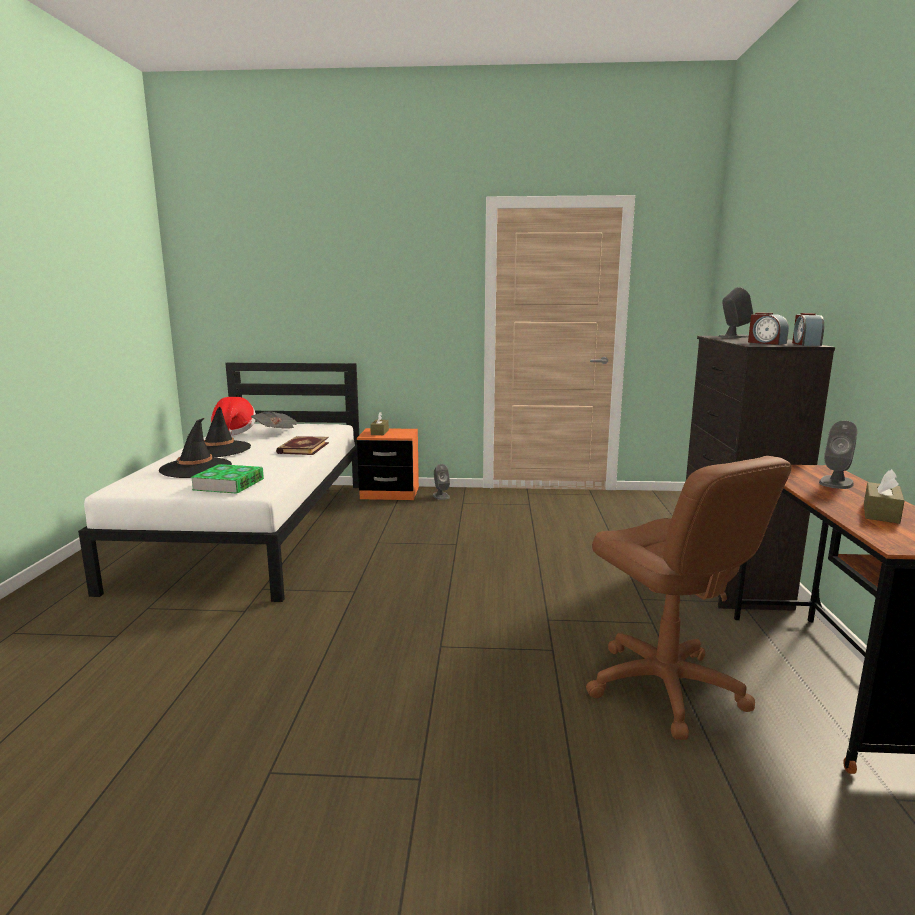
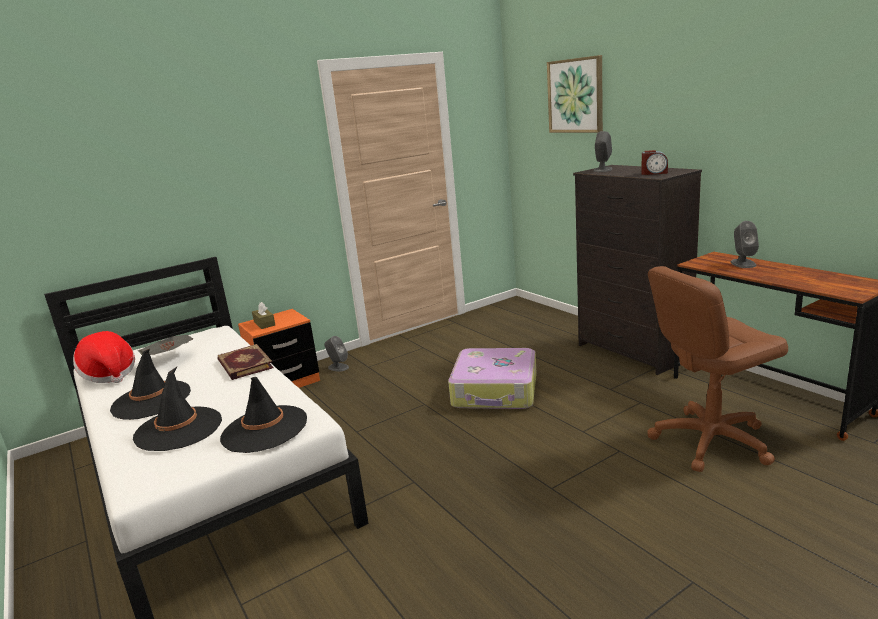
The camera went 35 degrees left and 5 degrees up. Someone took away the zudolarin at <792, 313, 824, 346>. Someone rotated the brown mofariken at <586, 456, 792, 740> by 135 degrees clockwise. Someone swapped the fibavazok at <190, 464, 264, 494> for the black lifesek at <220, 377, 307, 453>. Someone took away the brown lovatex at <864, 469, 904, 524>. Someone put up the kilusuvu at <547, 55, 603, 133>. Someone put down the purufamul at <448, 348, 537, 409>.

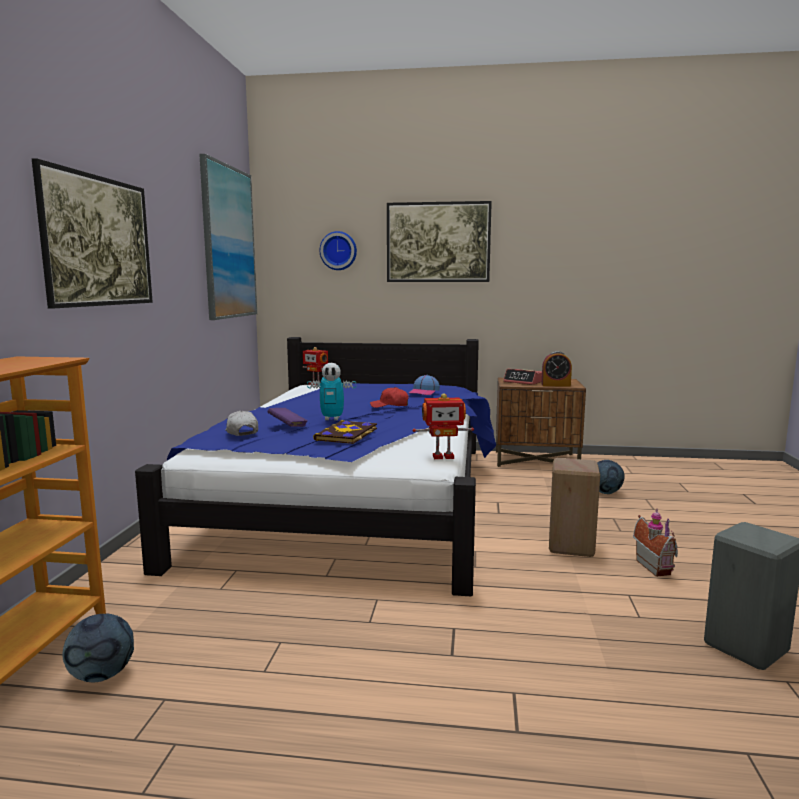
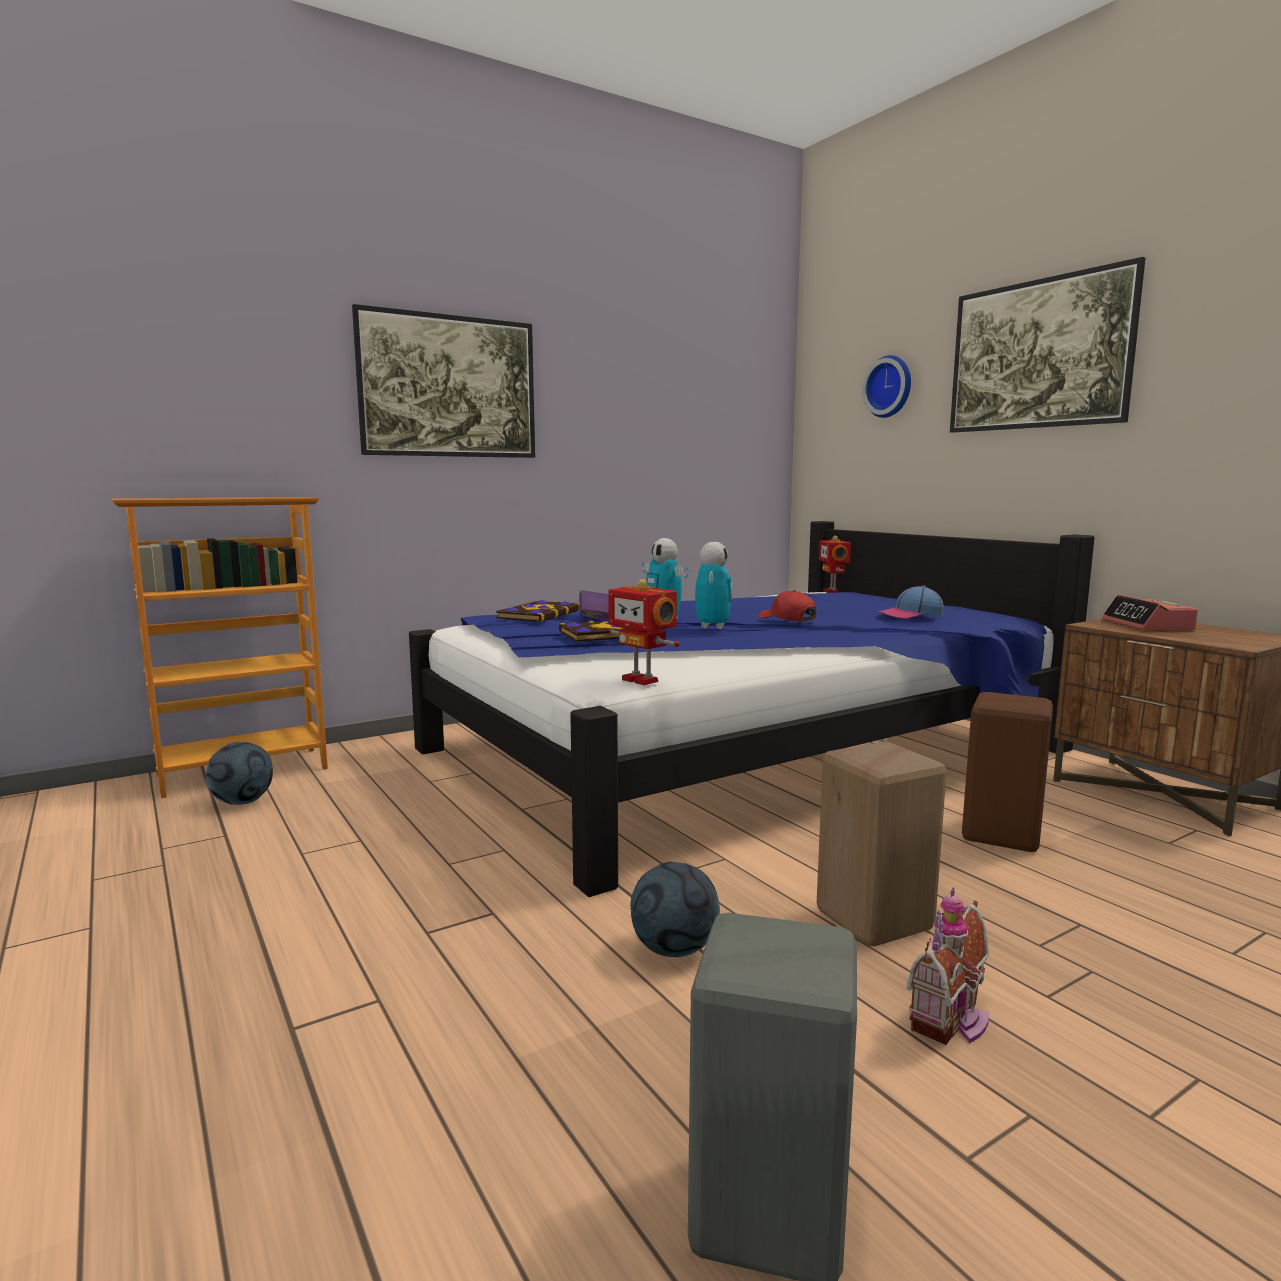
The camera went 50 degrees right and 0 degrees up. Someone took away the kilusuvu at <199, 154, 257, 320>. Someone took away the zudolarin at <542, 351, 572, 387>. Someone swapped the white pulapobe at <225, 411, 259, 436> for the fibavazok at <496, 600, 579, 622>. Someone carried the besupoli from <597, 460, 625, 494> to <630, 862, 720, 957>. Someone put down the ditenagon at <695, 542, 732, 629>. Someone put down the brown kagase at <962, 692, 1053, 852>.

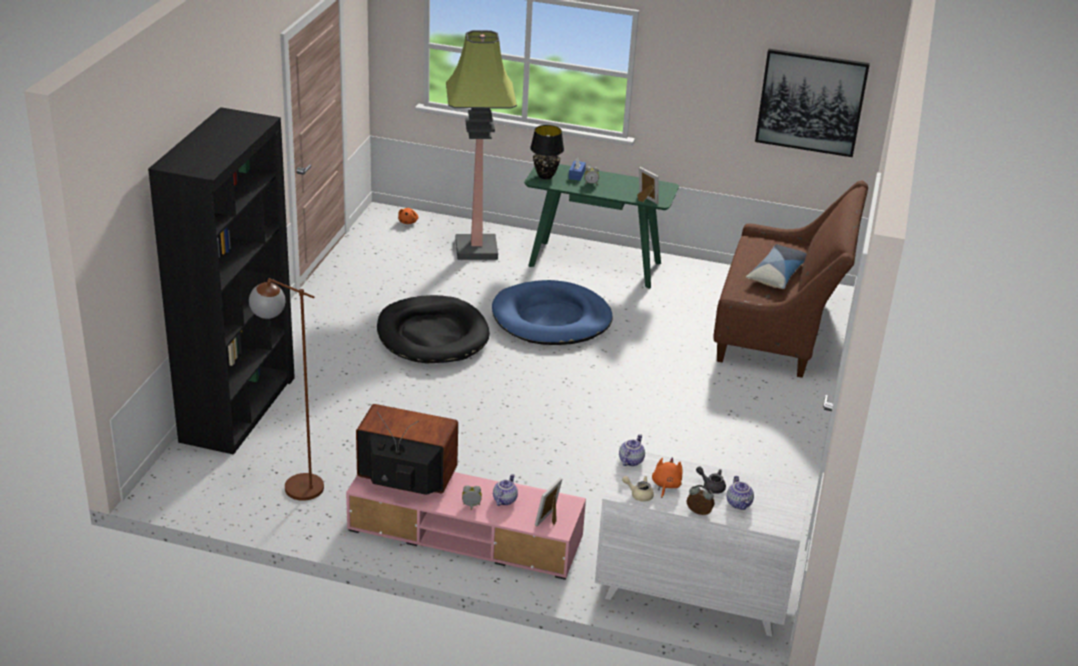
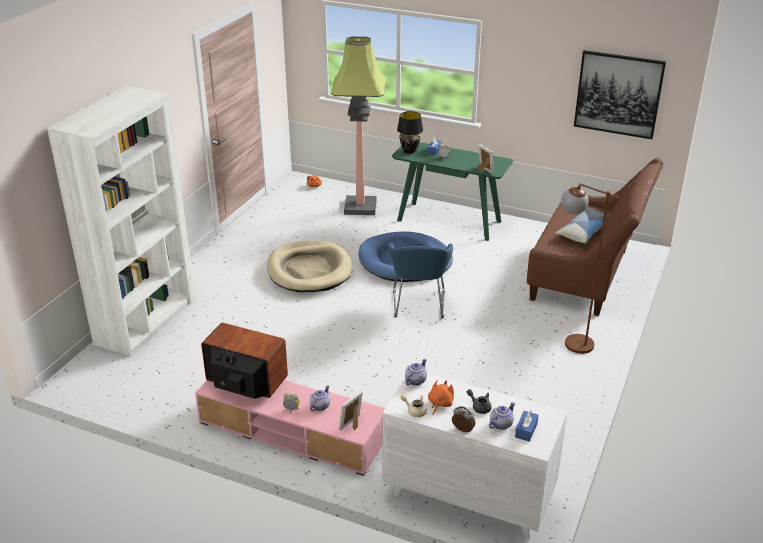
The camera went 10 degrees right and 0 degrees up. Someone repainted the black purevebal at <148, 107, 295, 455>, which became the white purevebal at <47, 86, 196, 357>. Someone carried the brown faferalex from <249, 278, 324, 501> to <561, 183, 619, 354>. Someone repainted the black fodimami at <377, 295, 490, 363>, which became the beige fodimami at <267, 240, 353, 292>. Someone rotated the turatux at <727, 476, 754, 510> by 135 degrees counterclockwise. Someone put down the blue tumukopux at <389, 242, 453, 318>. Someone put down the blue lovatex at <515, 410, 539, 442>.

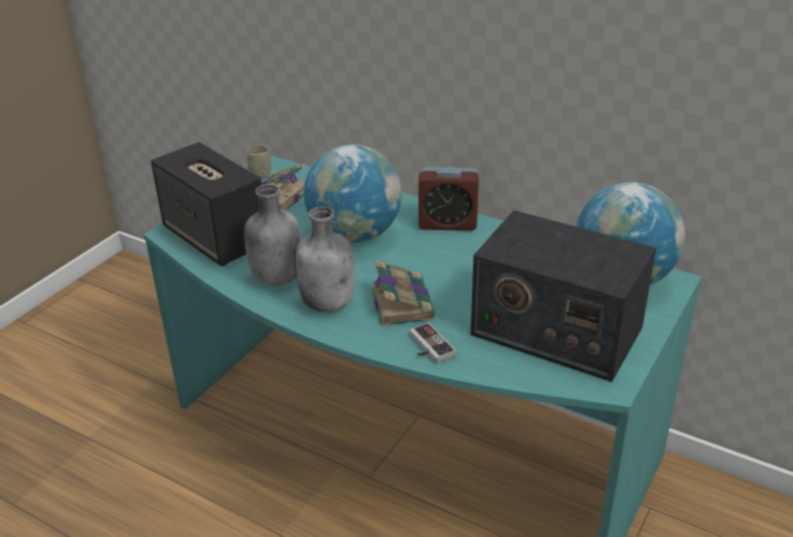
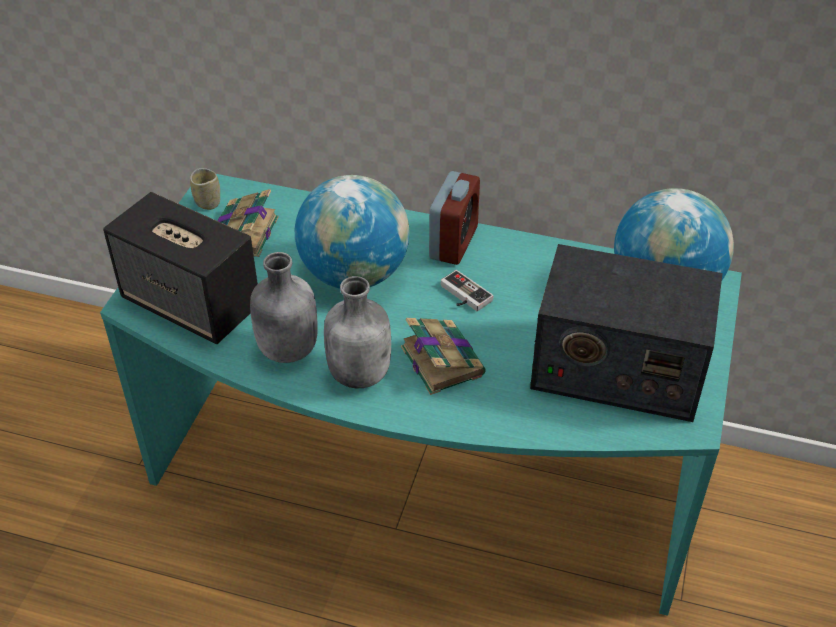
The camera went 15 degrees left and 10 degrees up. Someone rotated the zudolarin at <418, 167, 479, 231> by 60 degrees counterclockwise. Someone carried the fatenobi from <410, 322, 456, 364> to <441, 270, 493, 311>.

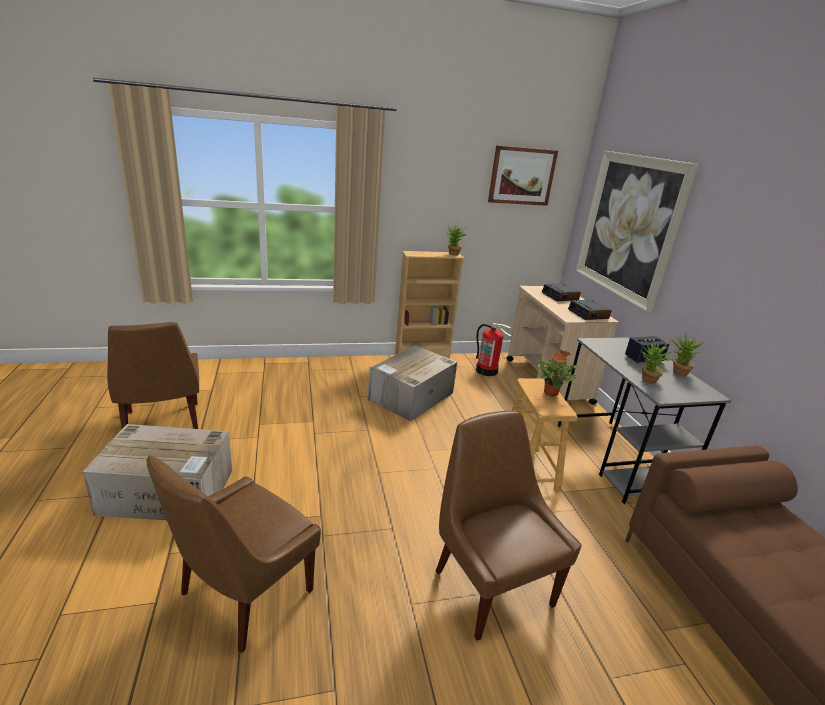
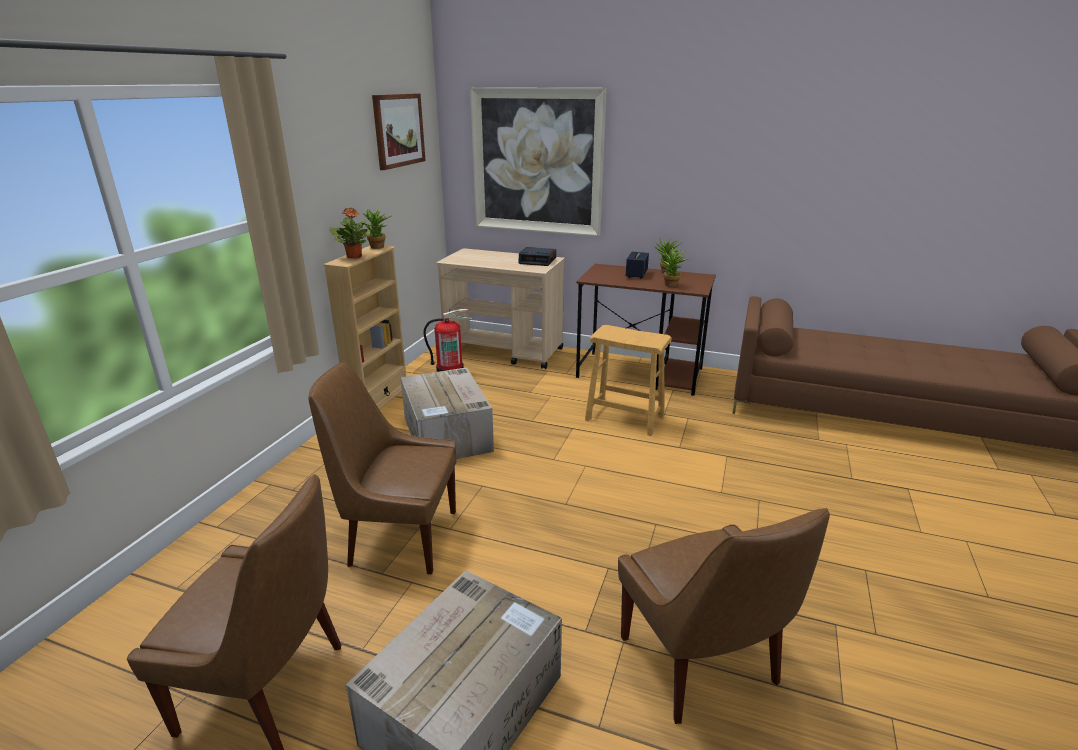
The camera went 55 degrees left and 0 degrees up. Someone took away the zudolarin at <542, 283, 581, 301>. Someone repainted the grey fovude at <558, 337, 731, 504>, which became the brown fovude at <576, 264, 716, 396>. Someone carried the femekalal from <537, 350, 579, 397> to <329, 207, 371, 259>. Someone carried the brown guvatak from <435, 411, 582, 641> to <308, 362, 457, 574>.

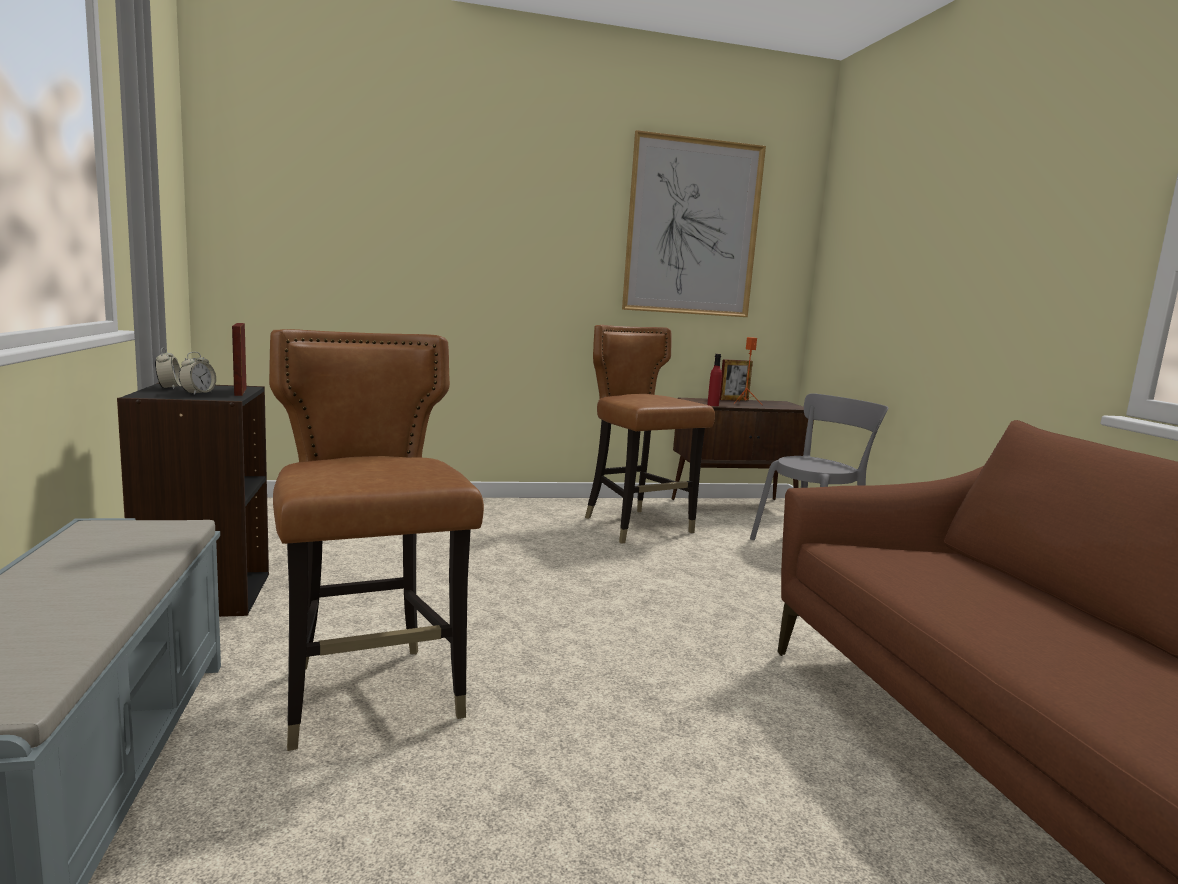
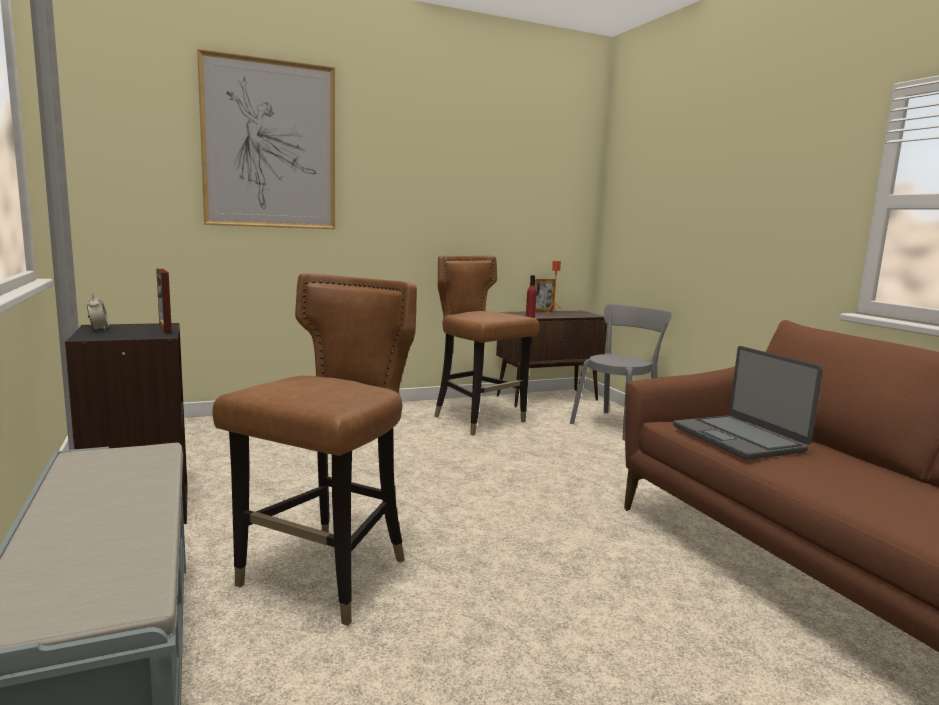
The camera went 10 degrees left and 0 degrees up. Someone carried the kilusuvu from <622, 130, 766, 317> to <197, 49, 335, 229>. Someone rotated the brown guvatak at <269, 329, 484, 751> by 60 degrees clockwise. Someone took away the zudolarin at <179, 352, 216, 395>. Someone put down the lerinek at <673, 346, 823, 460>.

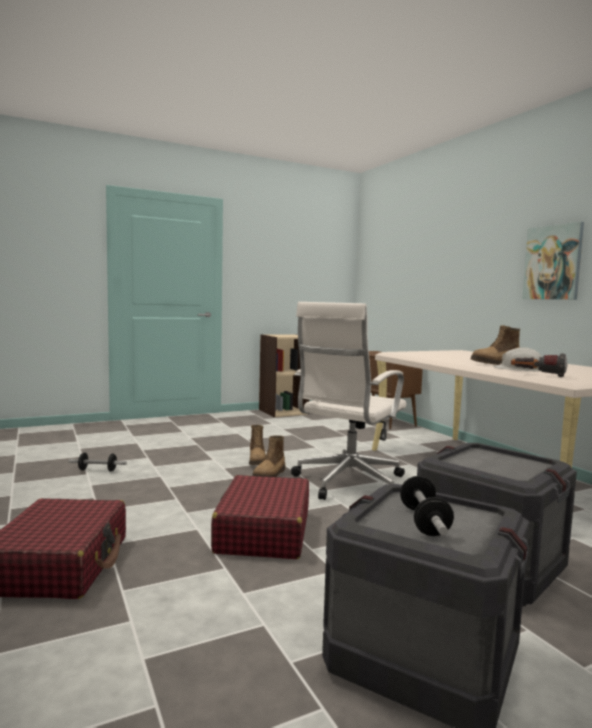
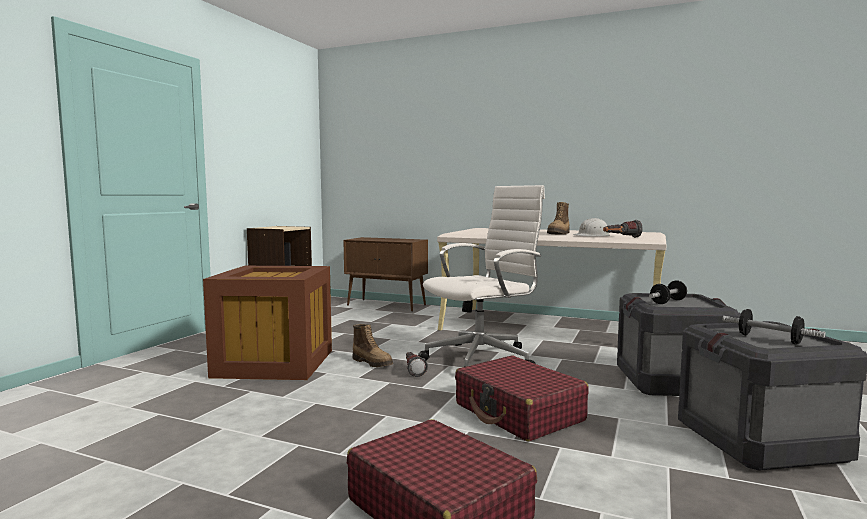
The camera went 40 degrees left and 0 degrees up. Someone took away the kilusuvu at <522, 222, 584, 300>. Someone rotated the white mofariken at <291, 302, 406, 500> by 120 degrees counterclockwise. Someone swapped the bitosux at <252, 435, 285, 477> for the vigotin at <406, 352, 428, 377>. Someone carried the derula from <69, 453, 127, 472> to <649, 281, 687, 304>. Someone put down the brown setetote at <203, 266, 332, 380>.

